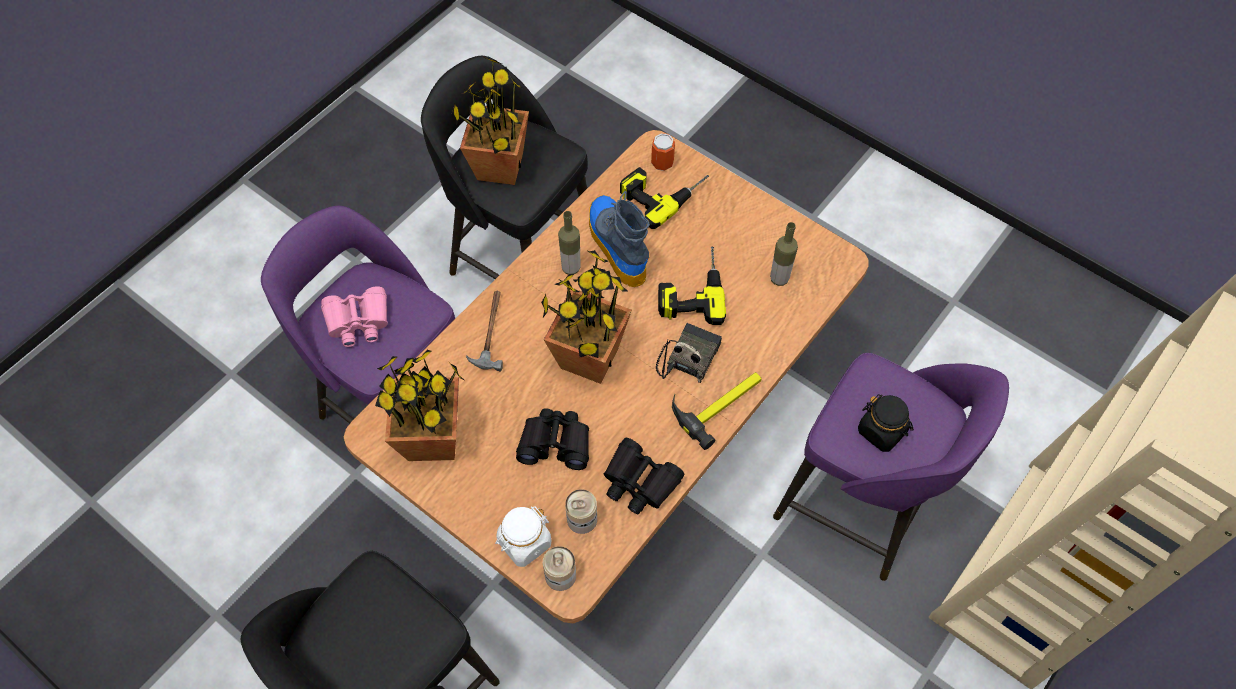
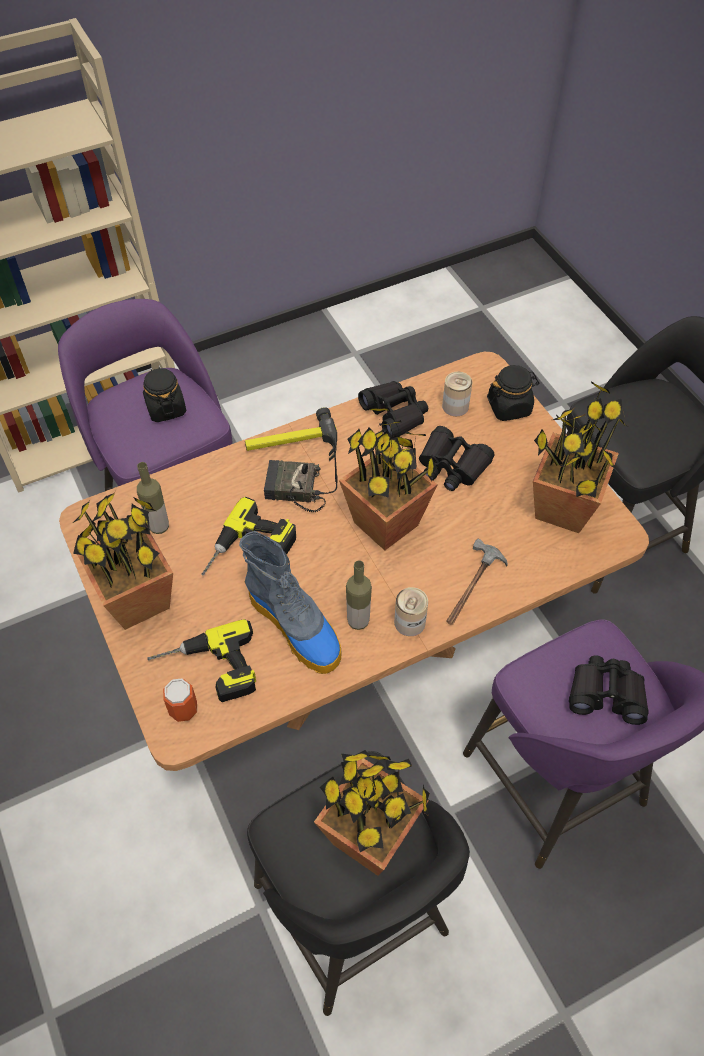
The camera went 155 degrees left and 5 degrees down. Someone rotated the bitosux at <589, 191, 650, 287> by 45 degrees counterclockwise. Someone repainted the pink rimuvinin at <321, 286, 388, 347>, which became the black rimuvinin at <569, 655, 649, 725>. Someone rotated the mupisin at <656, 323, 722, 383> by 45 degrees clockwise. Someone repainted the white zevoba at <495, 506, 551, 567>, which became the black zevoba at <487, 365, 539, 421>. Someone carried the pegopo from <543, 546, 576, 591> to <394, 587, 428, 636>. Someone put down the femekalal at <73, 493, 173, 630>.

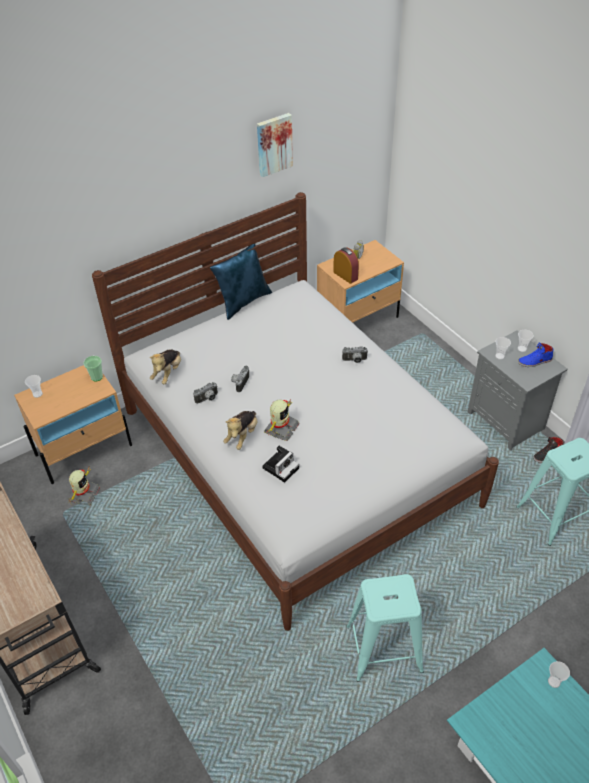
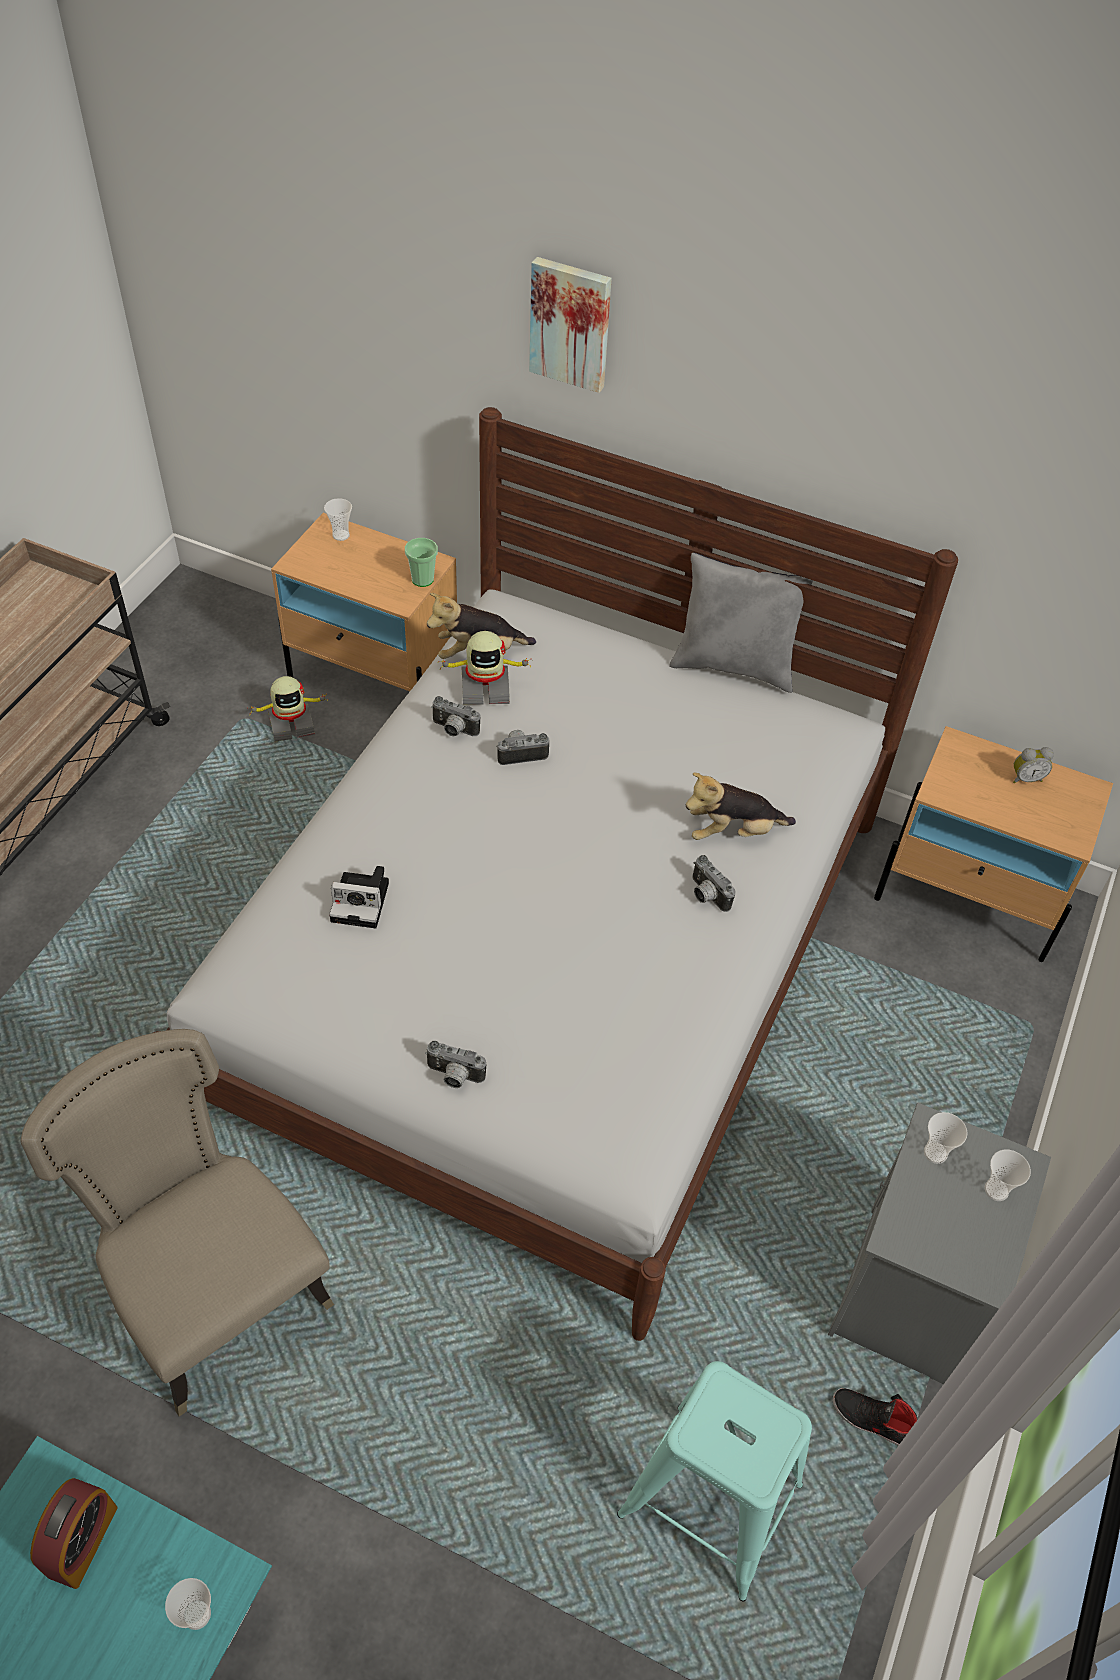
The camera went 55 degrees right and 5 degrees up. Someone carried the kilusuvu from <257, 113, 293, 177> to <529, 257, 612, 393>. Someone repainted the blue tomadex at <210, 244, 272, 320>, which became the grey tomadex at <669, 552, 813, 693>. Someone carried the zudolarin from <333, 247, 359, 284> to <30, 1478, 117, 1589>. Someone took away the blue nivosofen at <518, 343, 554, 367>. Someone carried the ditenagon from <265, 400, 299, 441> to <438, 631, 532, 705>. Someone carried the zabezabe from <223, 411, 258, 450> to <686, 772, 796, 840>. Someone swapped the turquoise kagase at <346, 574, 424, 682> for the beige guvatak at <20, 1029, 334, 1417>. Someone put down the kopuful at <425, 1041, 486, 1088>.

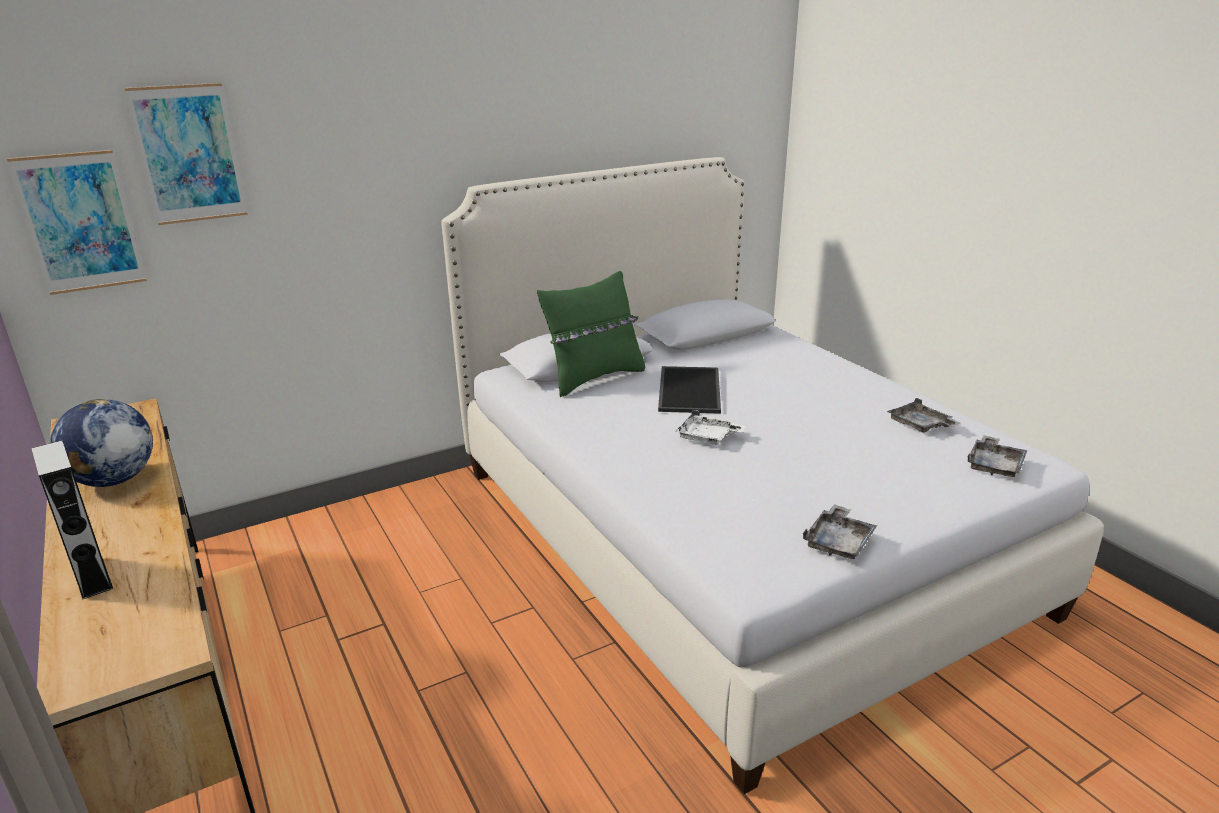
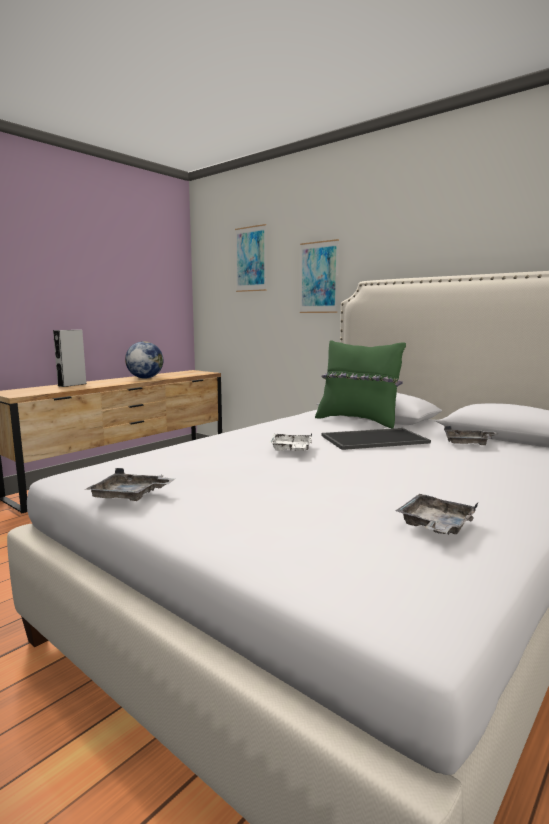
The camera went 70 degrees right and 15 degrees down. Someone carried the kilusuvu from <7, 150, 147, 295> to <300, 239, 339, 313>. Someone carried the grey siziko from <968, 435, 1027, 477> to <444, 426, 499, 445>.

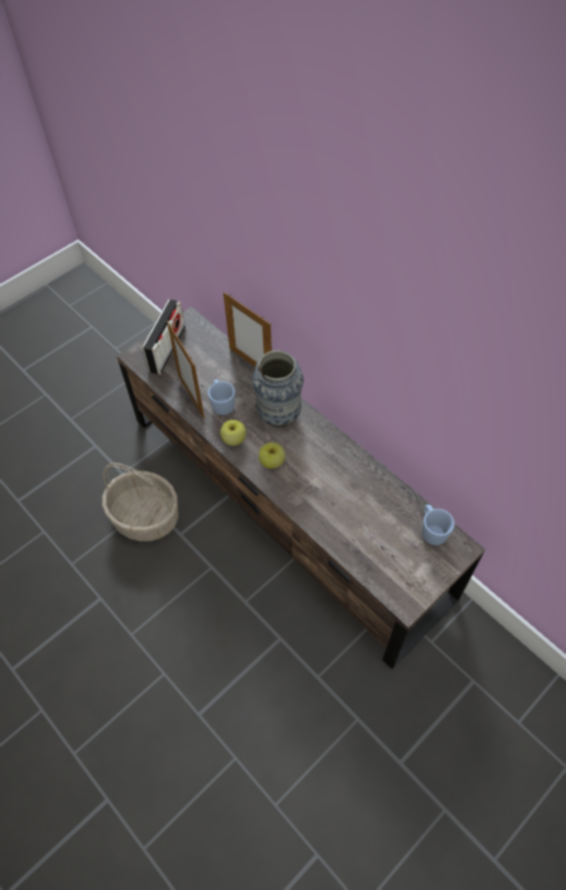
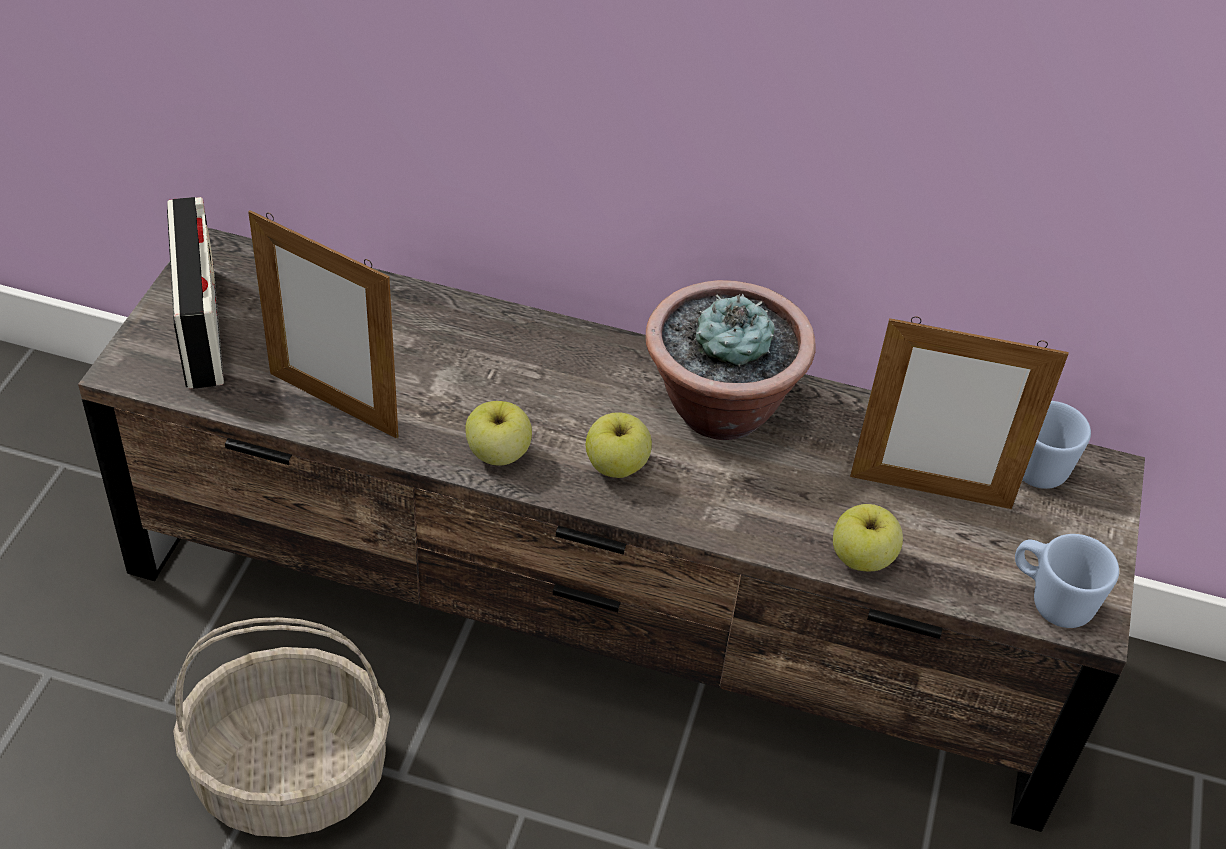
The camera went 35 degrees left and 10 degrees down. Someone carried the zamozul from <223, 292, 272, 367> to <850, 317, 1068, 509>. Someone took away the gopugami at <252, 350, 304, 427>. Someone carried the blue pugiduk from <208, 379, 235, 415> to <1015, 534, 1119, 628>. Someone put down the femekalal at <645, 280, 816, 440>. Someone put down the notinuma at <833, 504, 903, 571>.

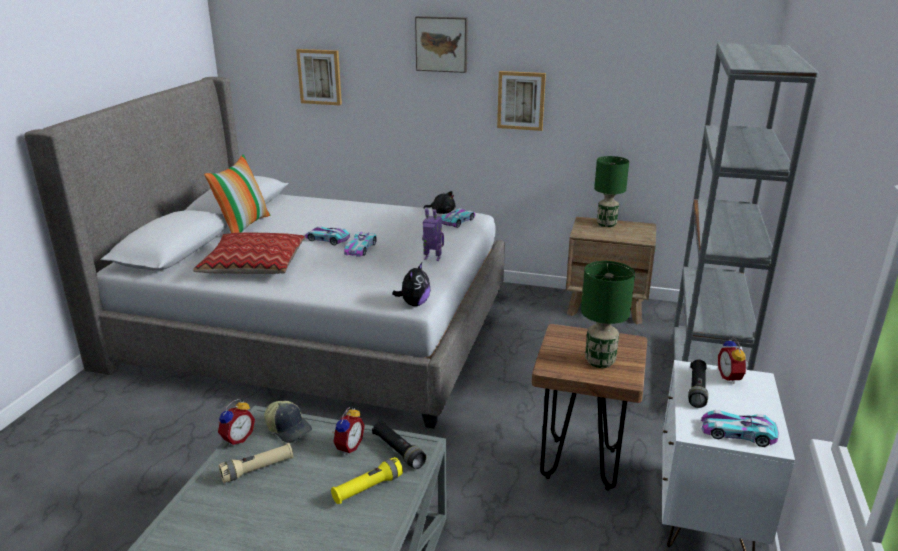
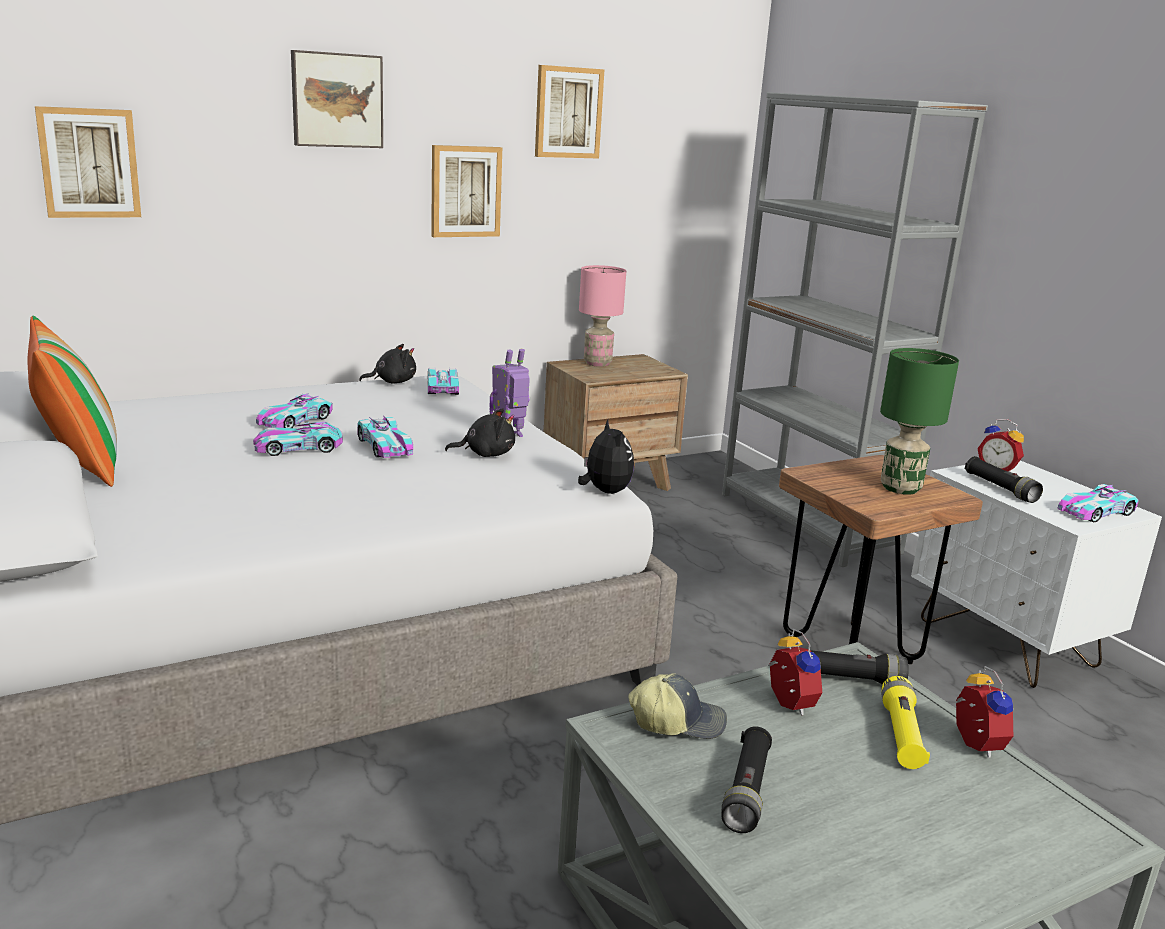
The camera went 45 degrees left and 5 degrees down. Someone repainted the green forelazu at <594, 156, 629, 227>, which became the pink forelazu at <579, 265, 626, 367>. Someone took away the tomadex at <193, 232, 305, 274>. Someone carried the zudolarin from <218, 399, 255, 446> to <955, 666, 1013, 758>. Someone repainted the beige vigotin at <219, 443, 293, 483>, which became the black vigotin at <721, 726, 772, 833>. Someone put up the kilusuvu at <535, 65, 604, 159>. Someone put down the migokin at <256, 393, 333, 428>. Someone put down the black zabezabe at <445, 408, 515, 457>.

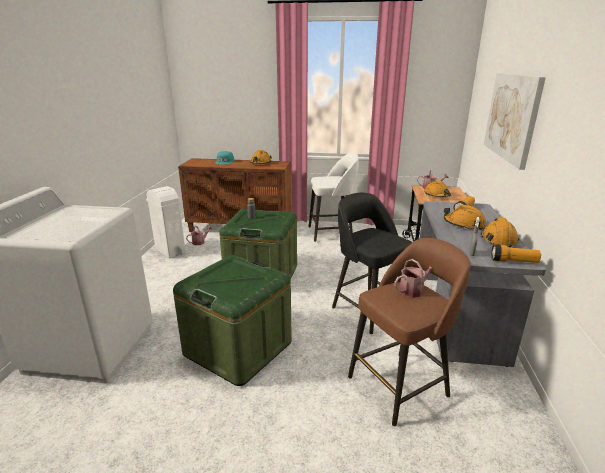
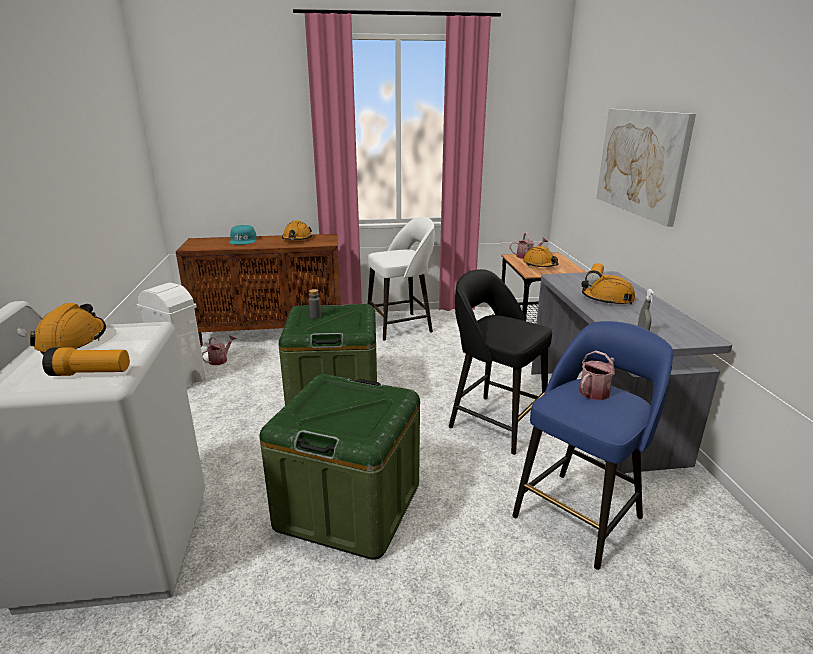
The camera went 15 degrees left and 0 degrees up. Someone carried the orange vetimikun from <481, 218, 519, 247> to <30, 303, 106, 355>. Someone repainted the brown kagase at <348, 238, 471, 426>, which became the blue kagase at <512, 321, 673, 570>. Someone carried the vigotin from <491, 244, 541, 263> to <42, 347, 130, 376>.

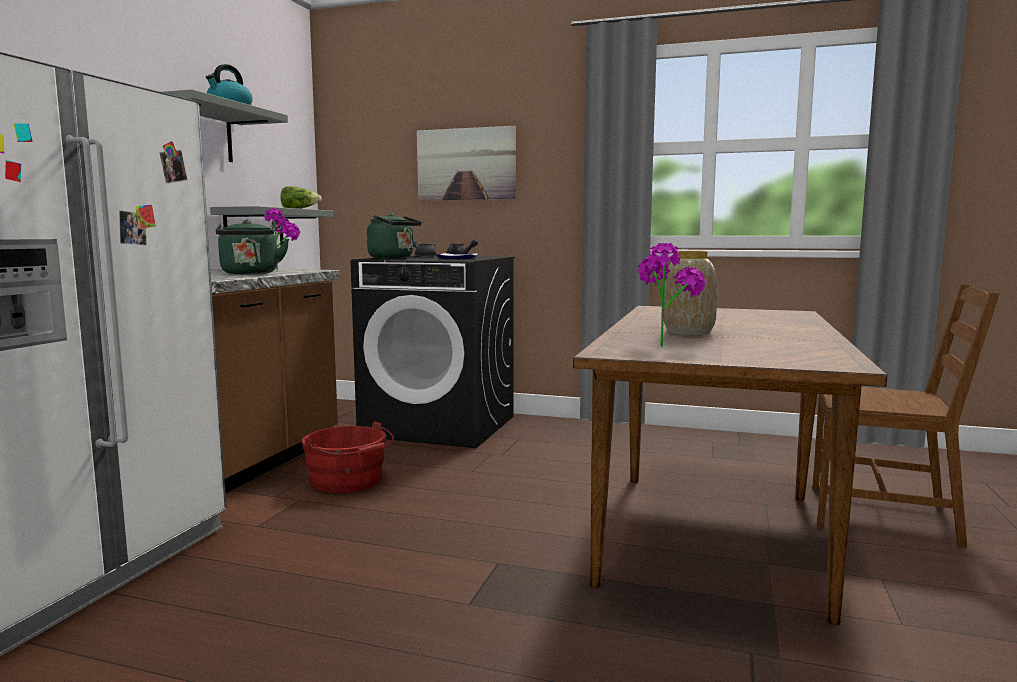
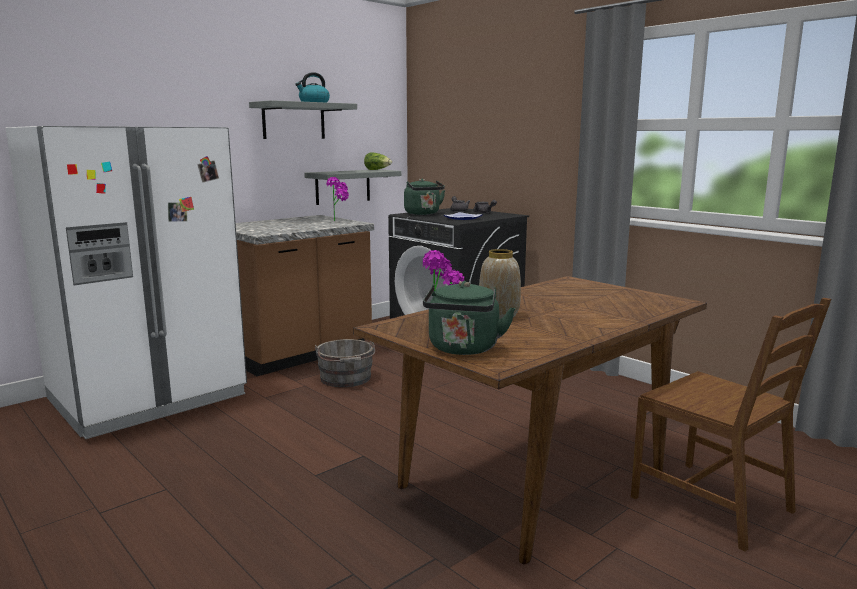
The camera went 30 degrees right and 5 degrees up. Someone took away the kilusuvu at <417, 126, 516, 200>. Someone carried the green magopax from <216, 219, 289, 274> to <423, 281, 515, 355>. Someone repainted the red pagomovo at <302, 421, 394, 493>, which became the grey pagomovo at <315, 339, 375, 387>.

